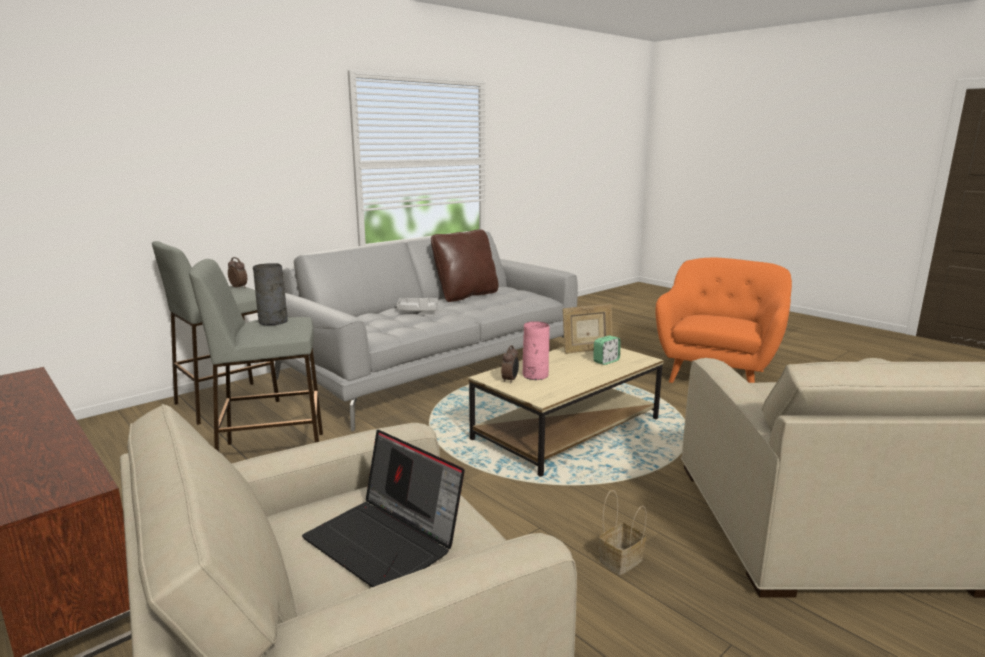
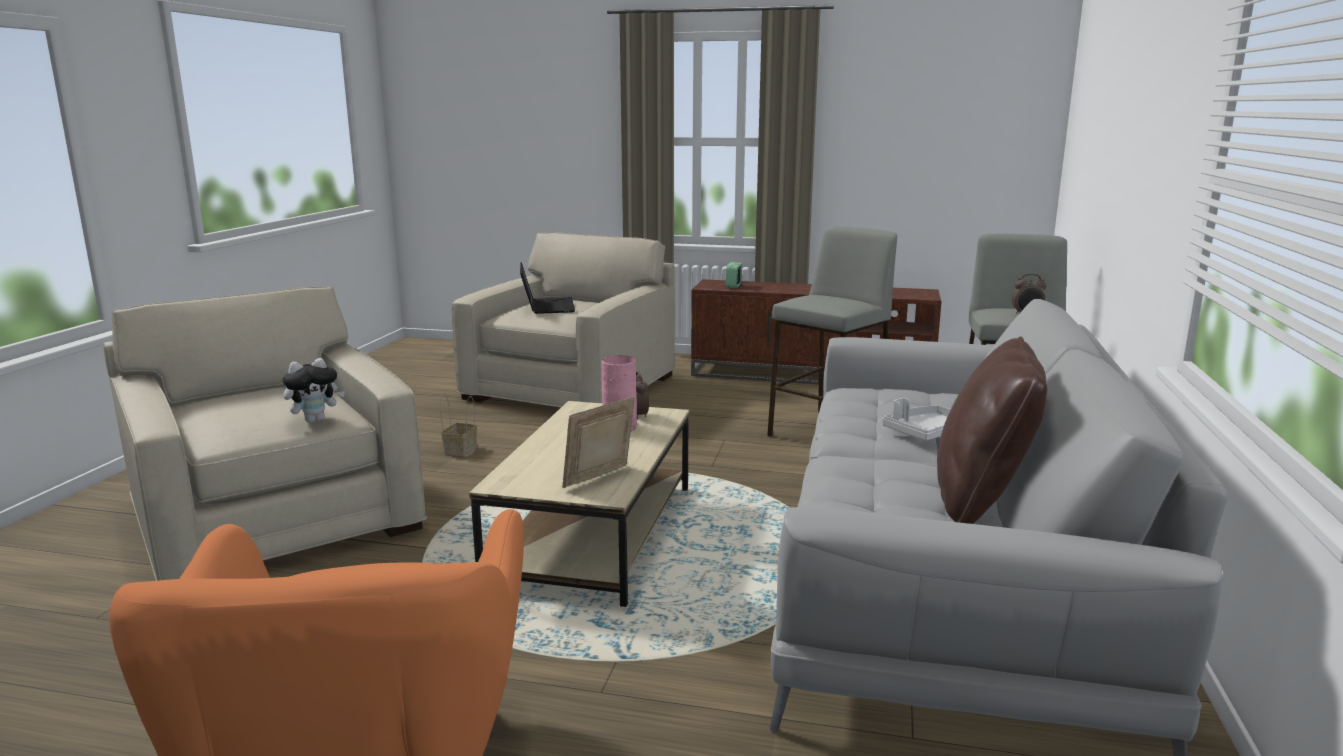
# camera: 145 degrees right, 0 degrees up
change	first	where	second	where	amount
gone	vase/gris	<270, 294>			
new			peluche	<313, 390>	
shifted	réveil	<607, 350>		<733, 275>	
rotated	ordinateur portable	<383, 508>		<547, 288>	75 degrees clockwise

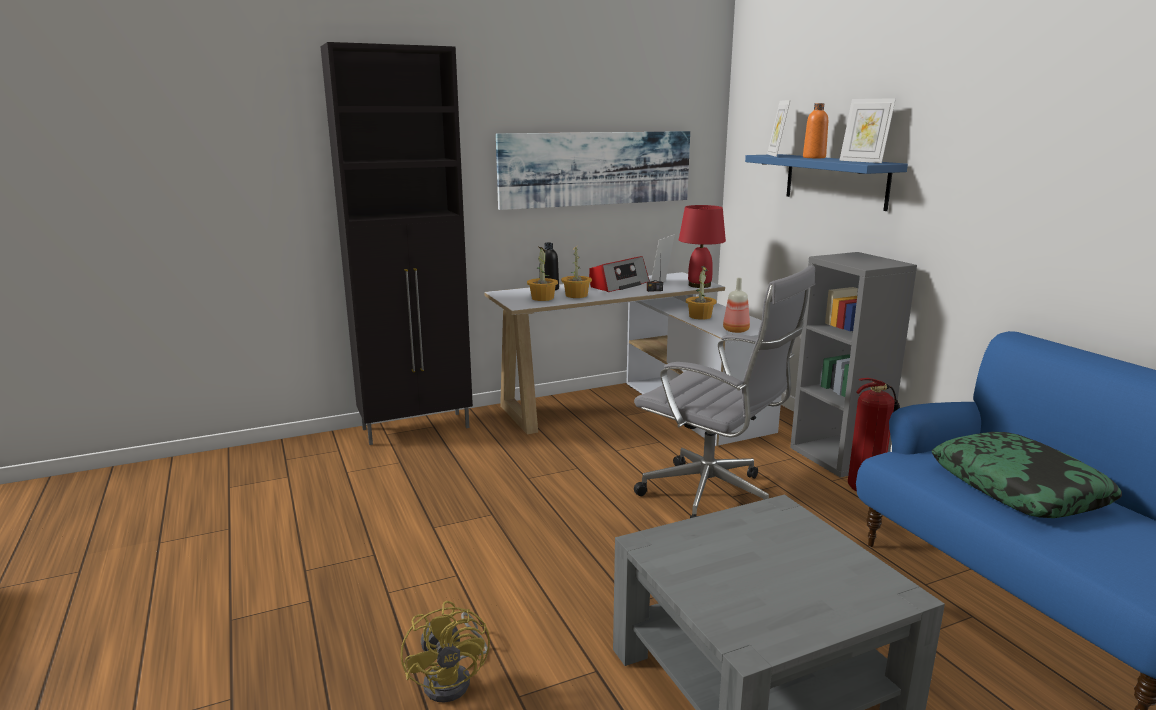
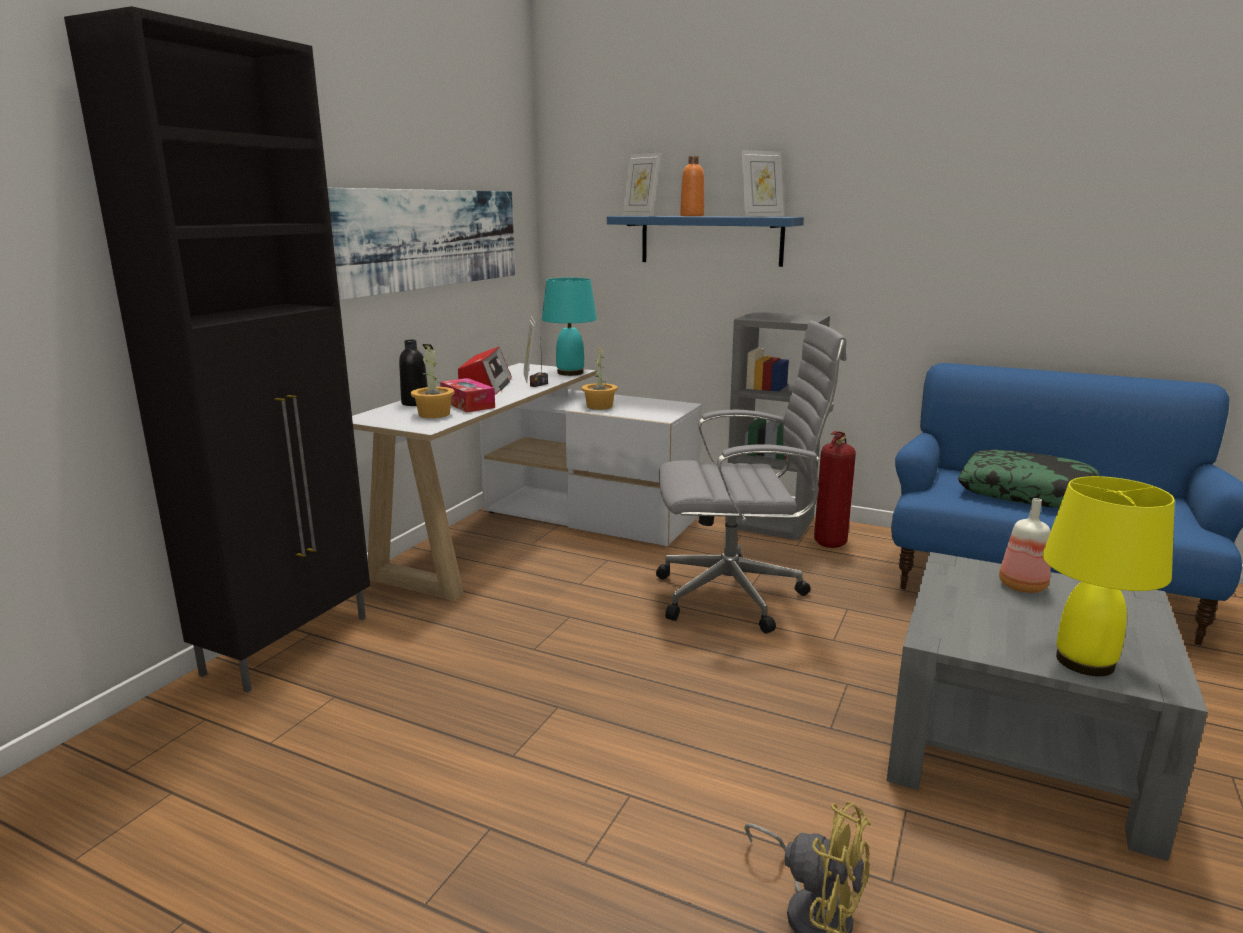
# camera: 40 degrees left, 0 degrees up
change	first	where	second	where	amount
new			lampe de table/jaune	<1108, 576>	
shifted	bouteille	<736, 305>		<1025, 545>	
swapped	plante en pot	<576, 271>	boîte à mouchoirs	<467, 395>	
repainted	lampe de table/rouge	<702, 246>	lampe de table/turquoise	<569, 327>	
rotated	cadre photo	<867, 130>		<762, 183>	45 degrees counterclockwise

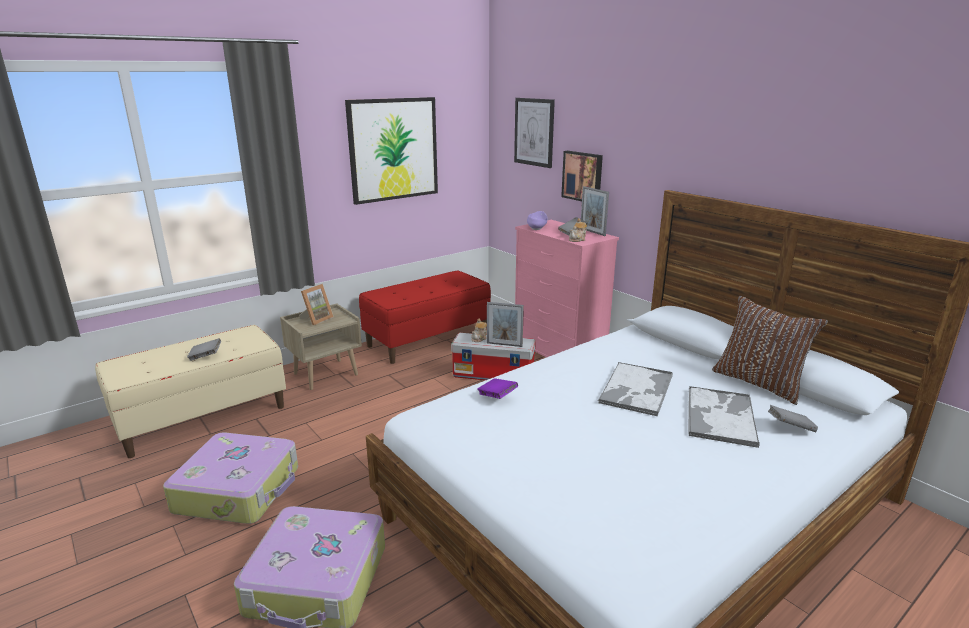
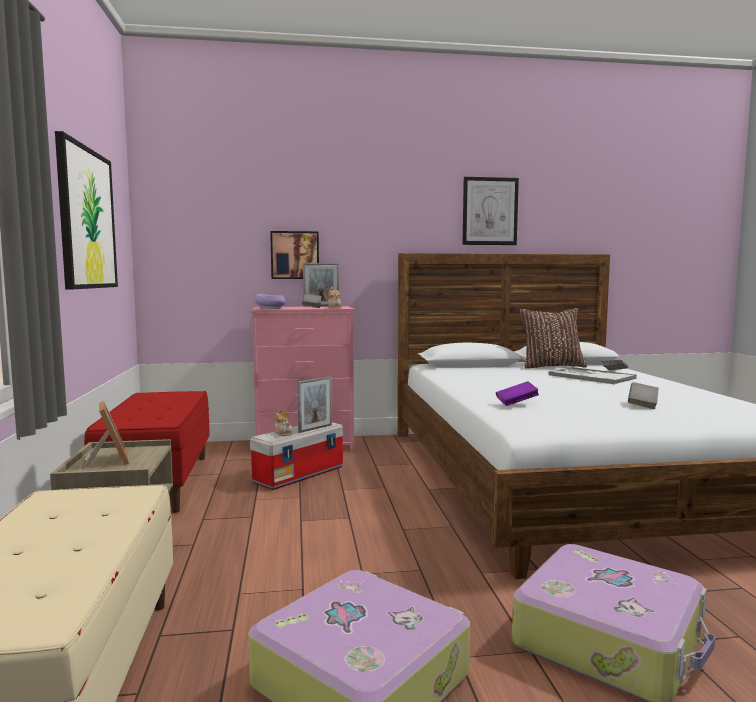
# camera: 60 degrees left, 15 degrees down
change	first	where	second	where	amount
gone	plateau	<635, 389>			
shifted	livre/gris	<204, 349>		<643, 395>	
shifted	tableau	<534, 133>		<491, 211>	

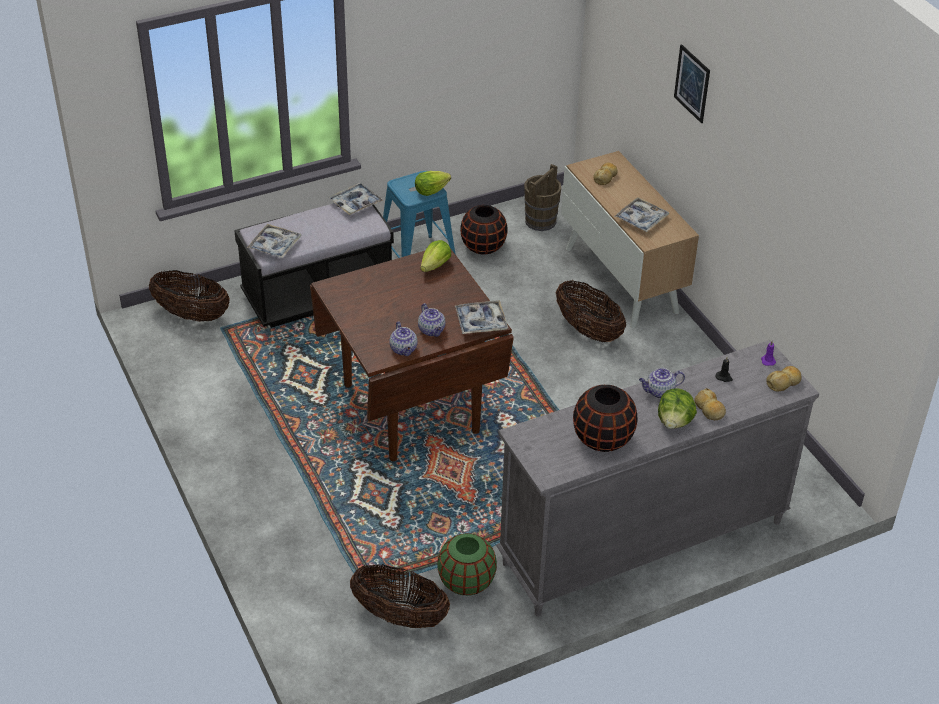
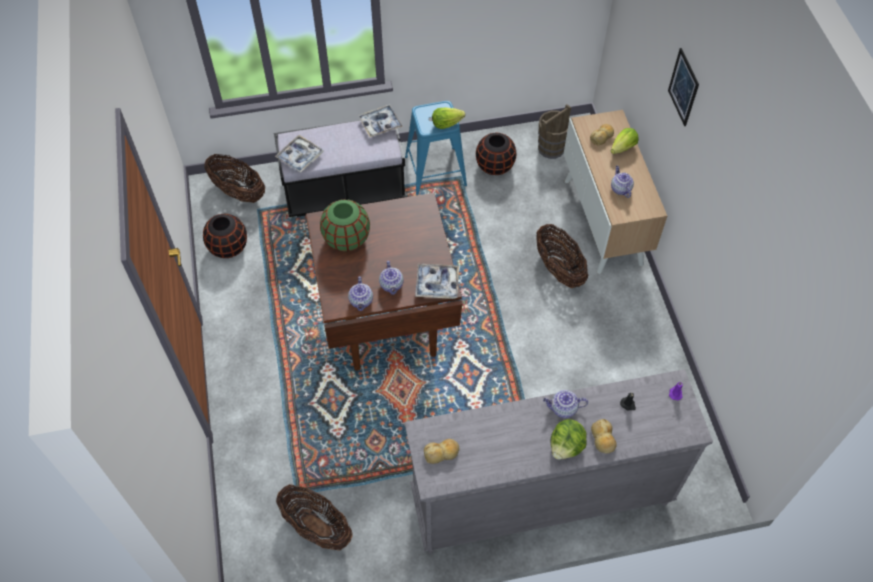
# camera: 15 degrees right, 15 degrees up
change	first	where	second	where	amount
shifted	laitue	<436, 256>		<625, 141>	
shifted	vase/vert	<467, 564>		<345, 225>	
shifted	vase/noir	<605, 418>		<225, 236>	
shifted	pain	<783, 378>		<442, 451>	
swapped	plateau	<641, 214>	théière	<622, 182>	

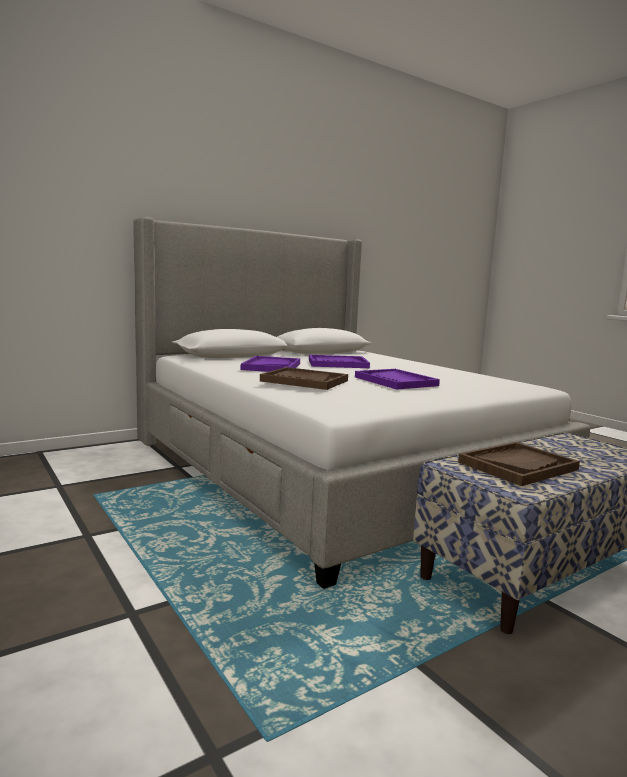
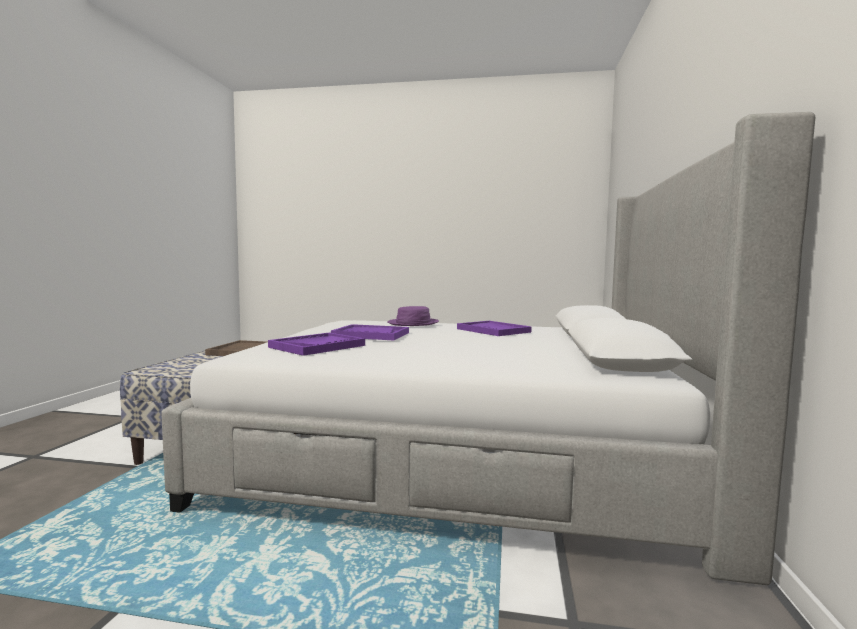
# camera: 135 degrees right, 5 degrees down
change	first	where	second	where	amount
shifted	plateau/violet	<339, 361>		<316, 344>	
swapped	plateau/marron	<304, 378>	chapeau/violet	<413, 316>	

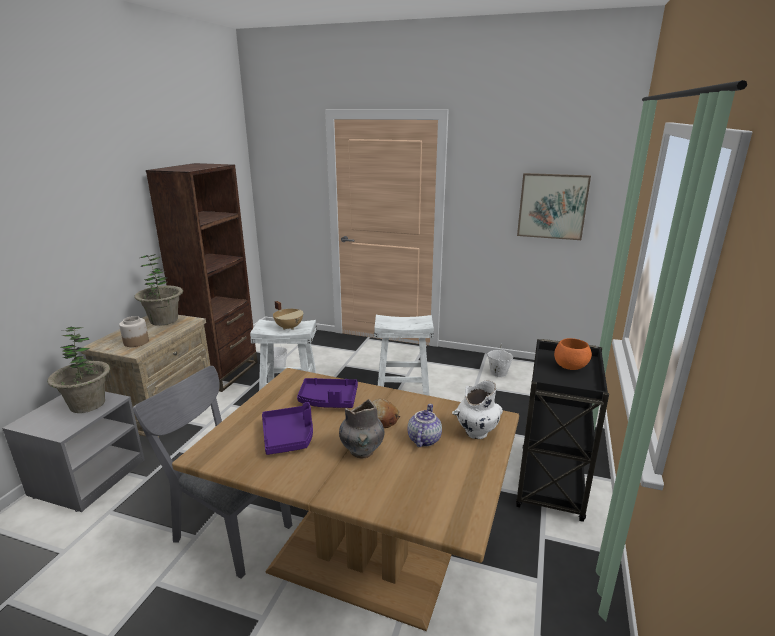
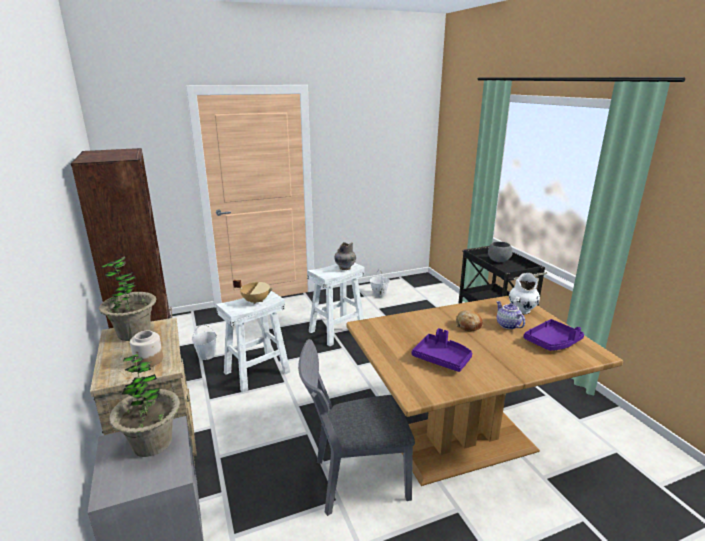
# camera: 40 degrees left, 0 degrees up
change	first	where	second	where	amount
gone	tableau	<554, 206>			
shifted	plateau/violet	<327, 393>		<553, 335>	
shifted	vase/gris	<362, 429>		<345, 256>	
repainted	bol/orange	<573, 354>	bol/gris	<500, 252>	

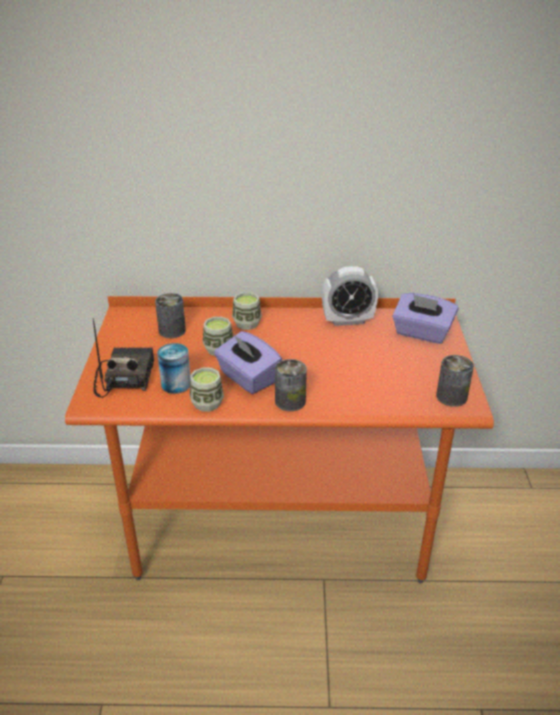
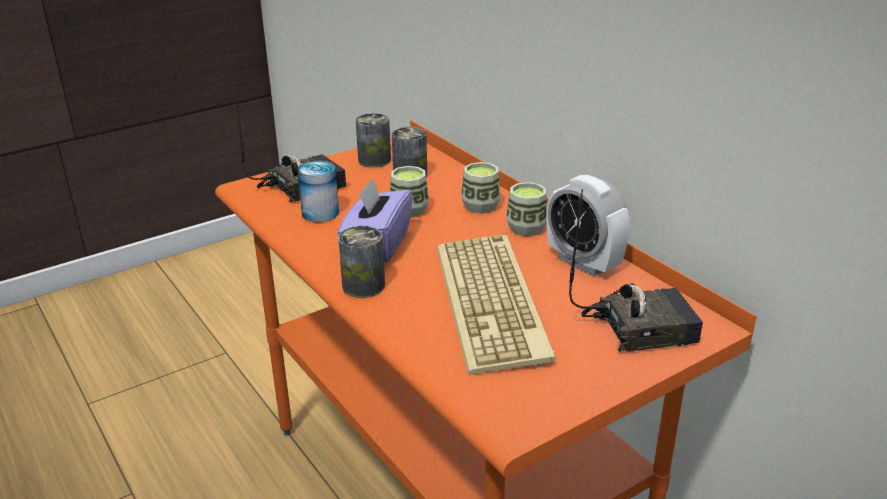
# camera: 55 degrees right, 5 degrees down
change	first	where	second	where	amount
new			clavier	<496, 305>	
shifted	tasse	<207, 389>		<526, 209>	
shifted	boîte métallique	<455, 381>		<373, 140>	
swapped	boîte à mouchoirs/violet	<425, 318>	radio	<636, 271>	

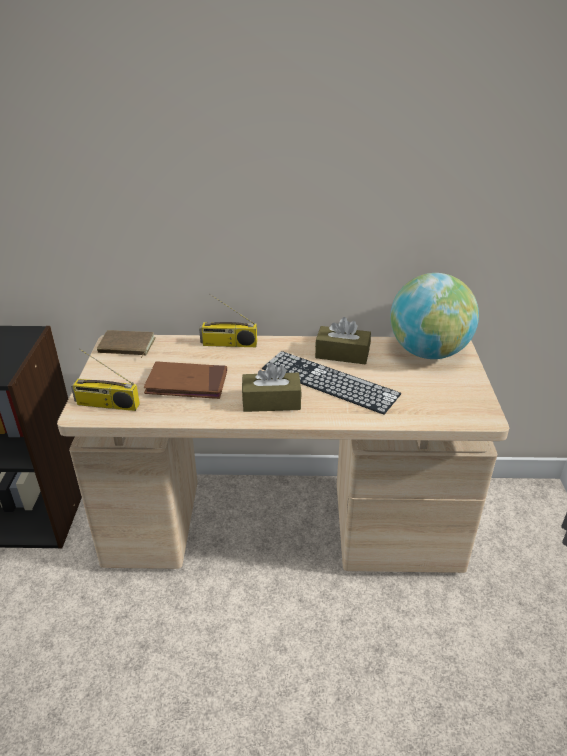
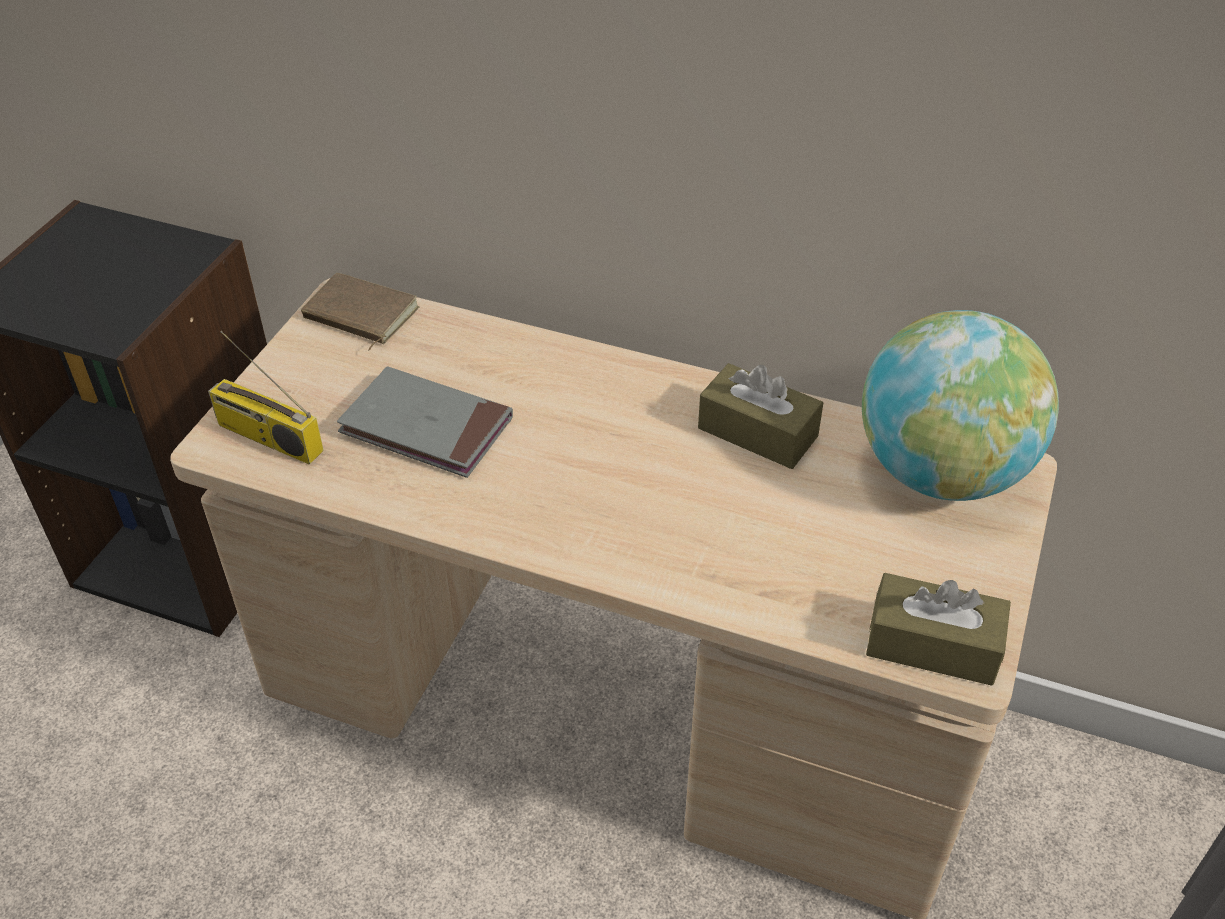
# camera: 20 degrees right, 10 degrees up
change	first	where	second	where	amount
gone	radio	<228, 320>			
gone	clavier	<331, 382>			
shifted	boîte à mouchoirs/marron	<272, 387>		<938, 629>	
repainted	livre/marron	<185, 380>	livre/gris	<425, 422>	

